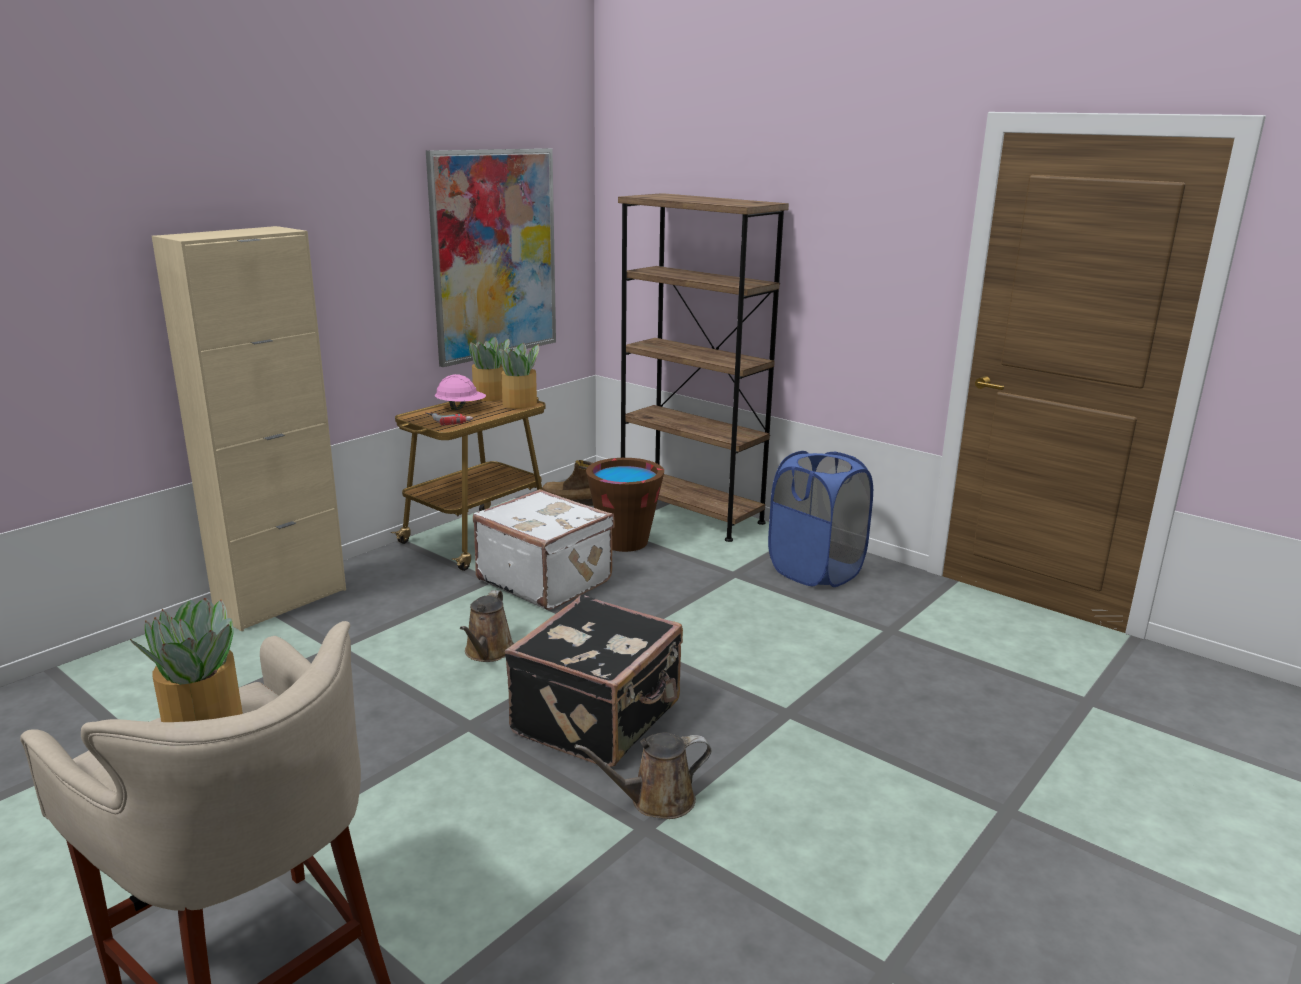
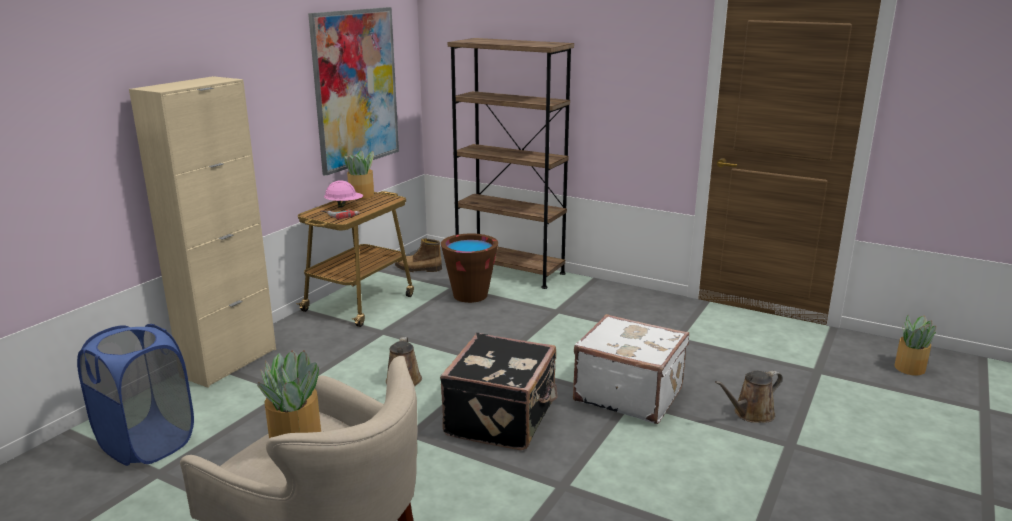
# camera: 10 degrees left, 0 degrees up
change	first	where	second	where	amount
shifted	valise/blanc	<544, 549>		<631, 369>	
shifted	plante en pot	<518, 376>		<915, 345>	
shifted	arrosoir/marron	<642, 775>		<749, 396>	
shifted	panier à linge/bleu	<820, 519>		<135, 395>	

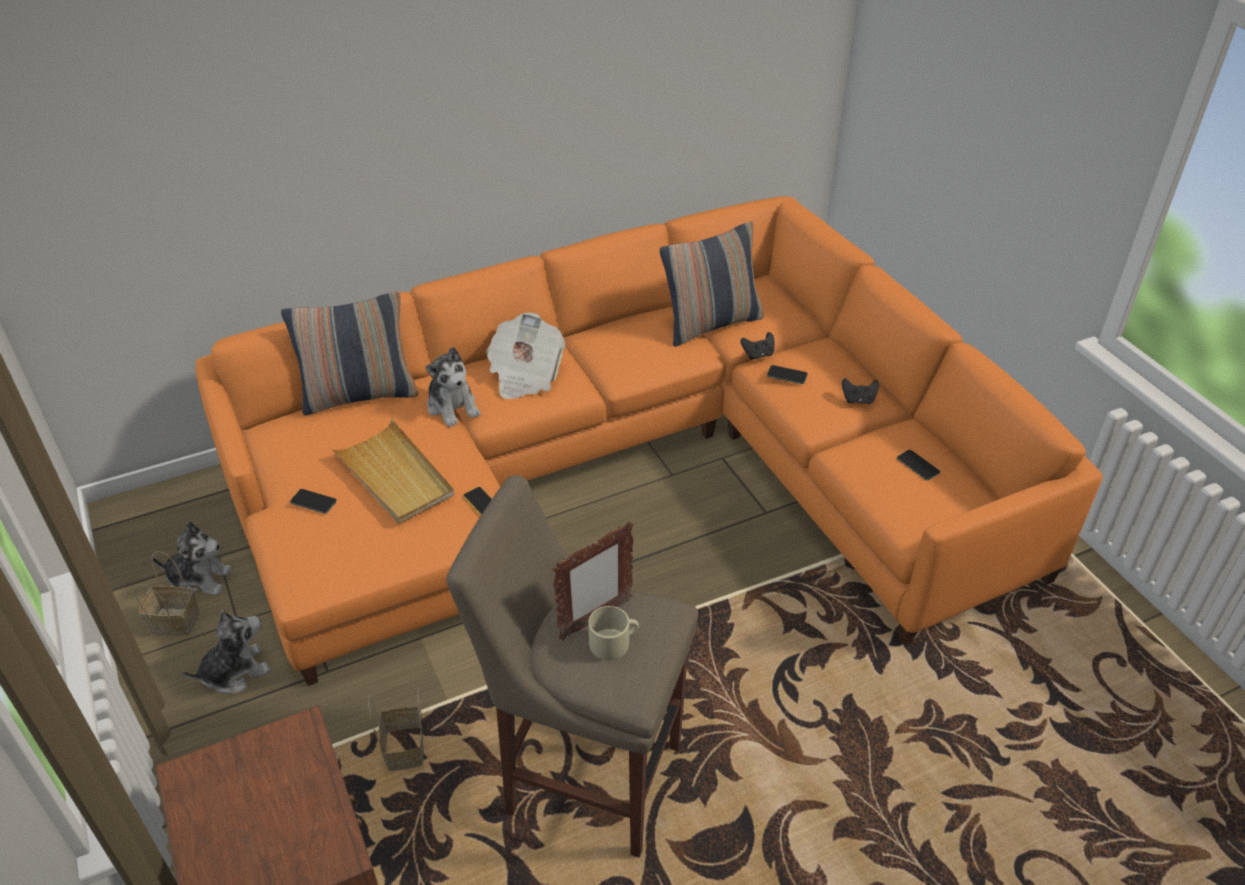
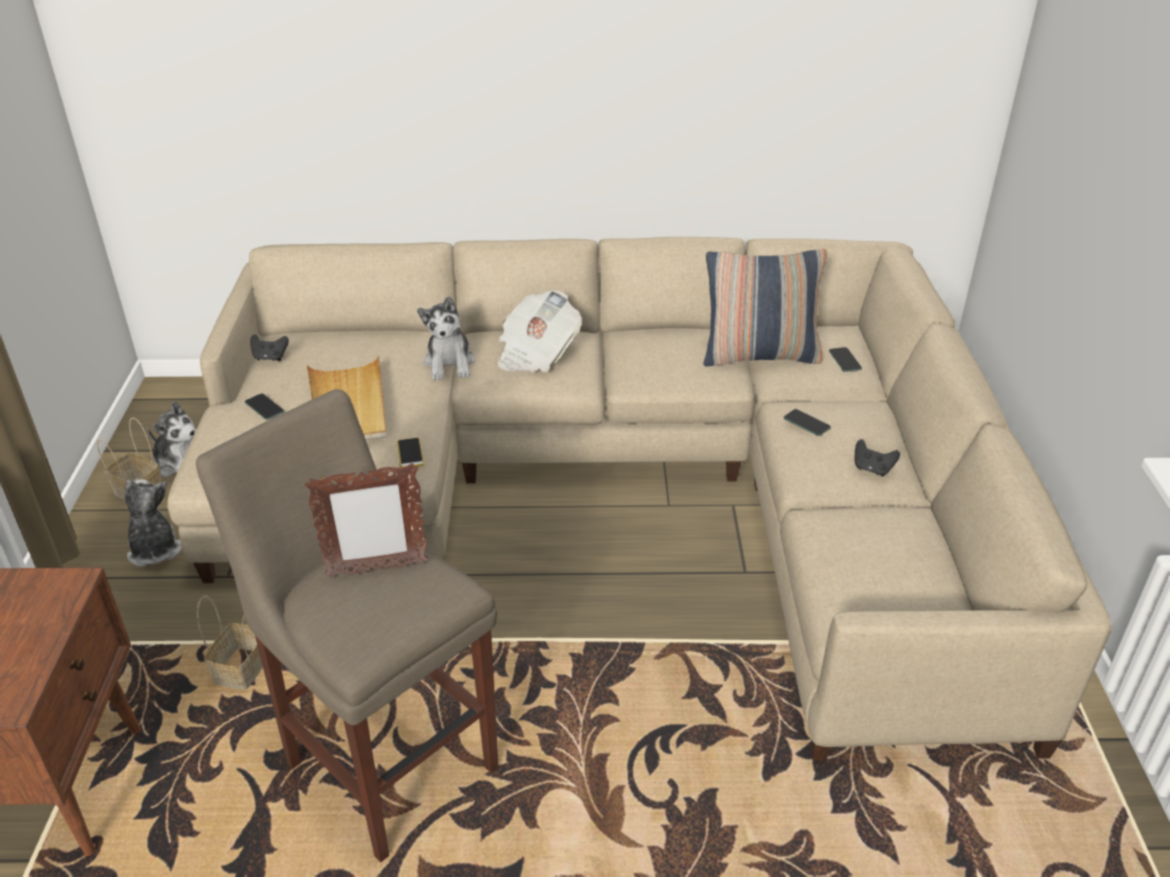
# camera: 25 degrees right, 5 degrees down
change	first	where	second	where	amount
gone	coussin	<349, 353>			
gone	mug/beige	<613, 633>			
shifted	manette/noir	<757, 346>		<269, 347>	
shifted	téléphone	<918, 465>		<845, 359>	
repainted	canapé/orange	<649, 441>	canapé/beige	<639, 499>	
rotated	peluche	<226, 652>		<153, 523>	105 degrees counterclockwise

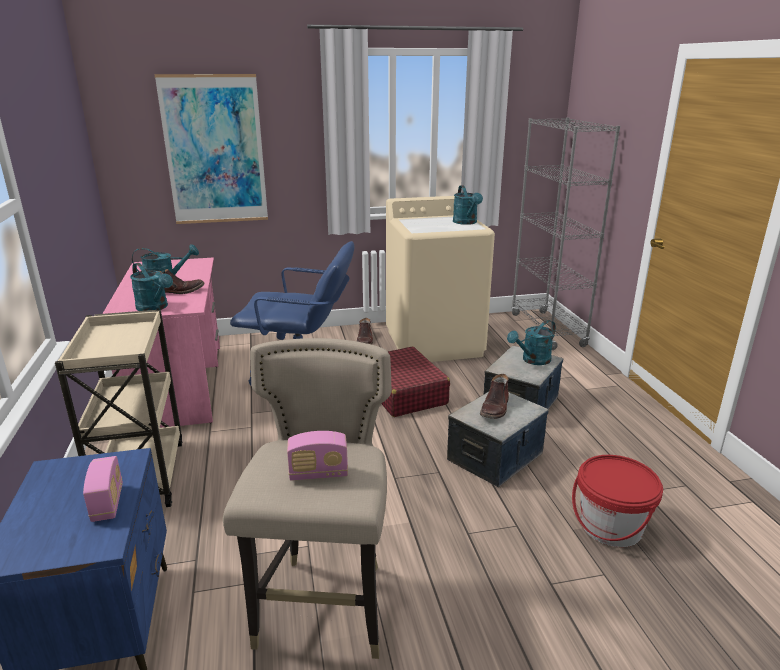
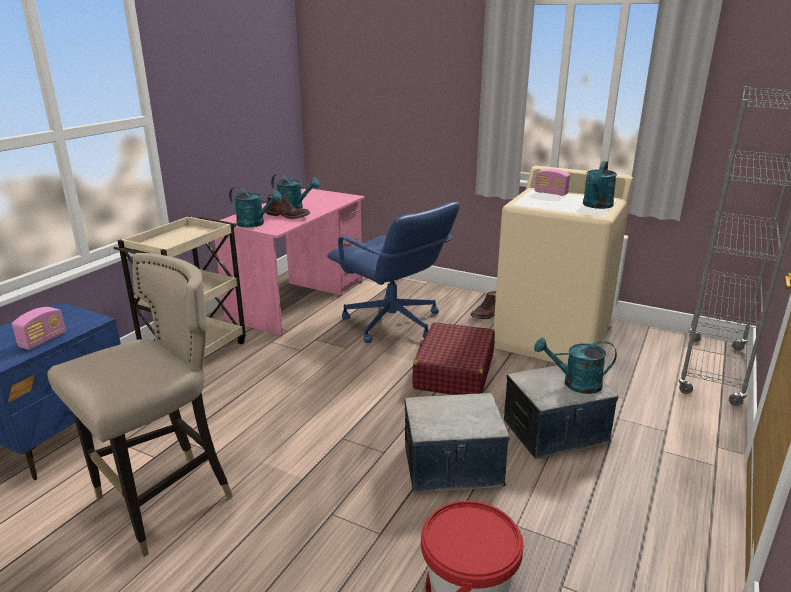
# camera: 40 degrees right, 0 degrees up
change	first	where	second	where	amount
gone	tableau	<211, 149>			
gone	botte/marron	<494, 396>			
shifted	radio	<317, 456>		<552, 182>	
rotated	arrosoir/turquoise	<151, 287>		<255, 206>	60 degrees counterclockwise

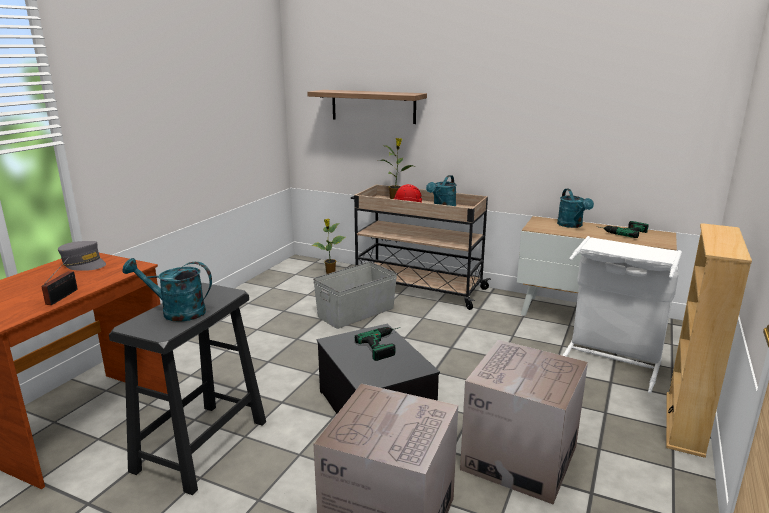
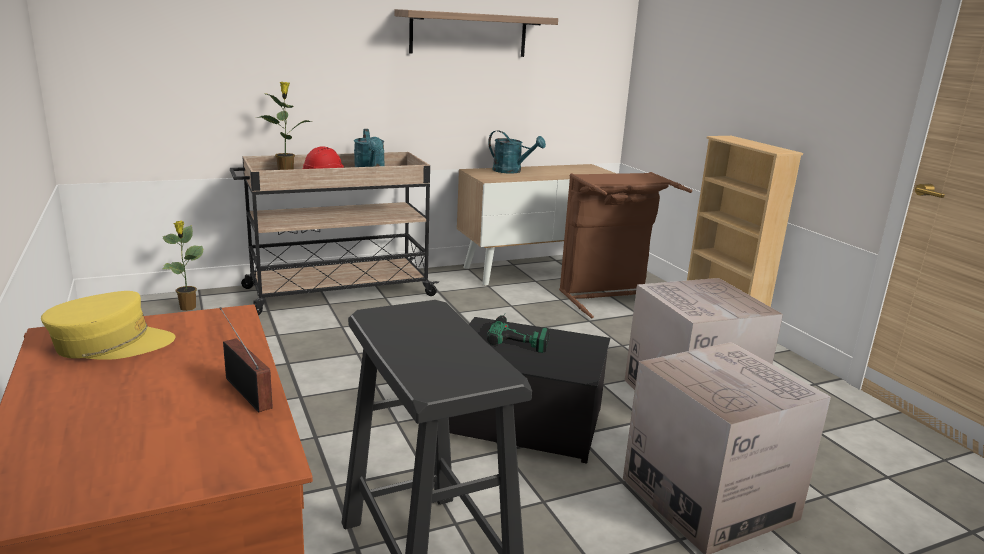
# camera: 50 degrees left, 0 degrees up
change	first	where	second	where	amount
gone	arrosoir/turquoise	<167, 290>			
gone	boîte de rangement/gris	<355, 295>			
gone	perceuse	<622, 229>			
shifted	étagère	<367, 107>		<476, 33>	
repainted	casquette/gris	<82, 256>	casquette/jaune	<108, 325>	
repainted	panier à linge/blanc	<622, 315>	panier à linge/marron	<625, 245>	

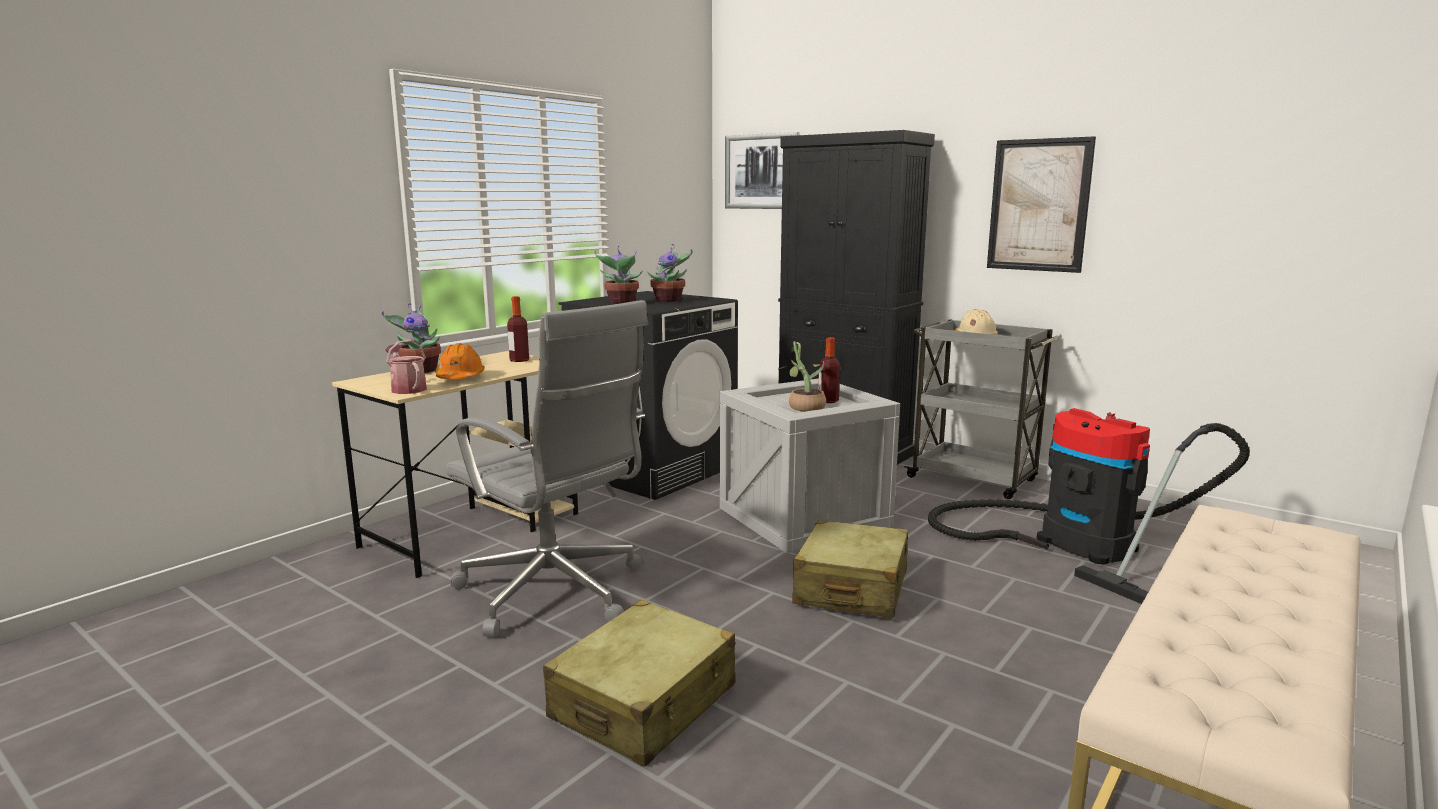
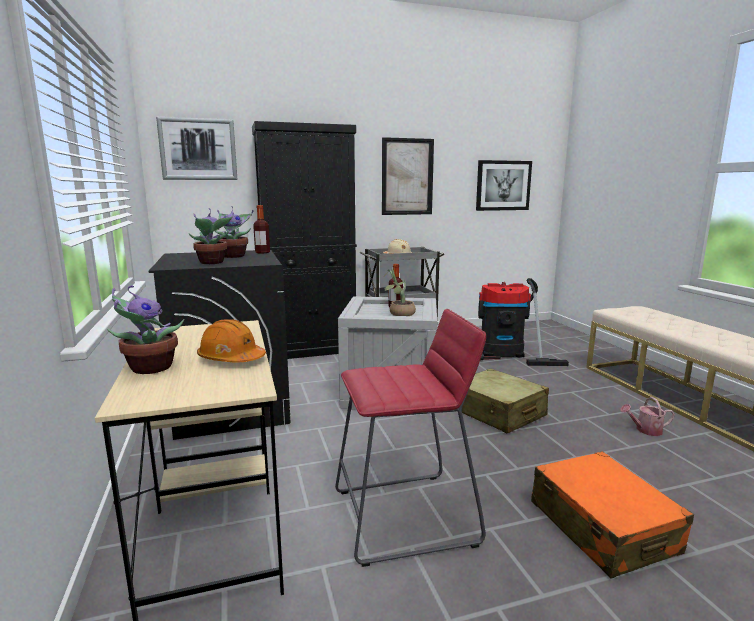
# camera: 55 degrees left, 0 degrees up
change	first	where	second	where	amount
new			tableau	<504, 185>	
shifted	arrosoir	<406, 367>		<647, 416>	
shifted	bouteille	<518, 329>		<261, 229>	
swapped	chaise de bureau/gris	<546, 468>	tabouret/rouge	<410, 438>	
repainted	valise/beige	<639, 683>	valise/orange	<612, 515>	

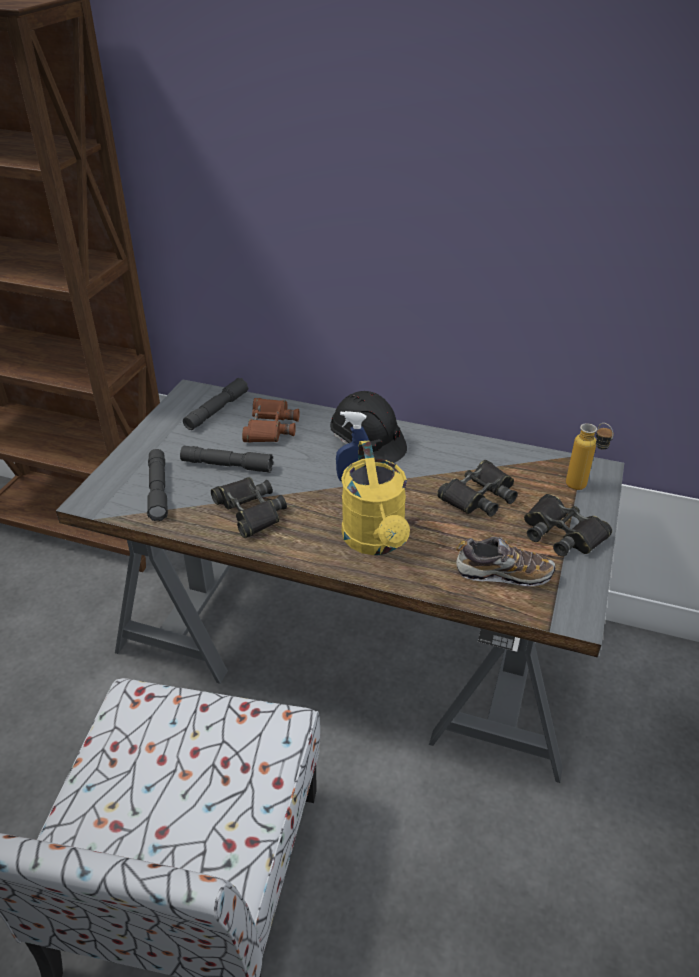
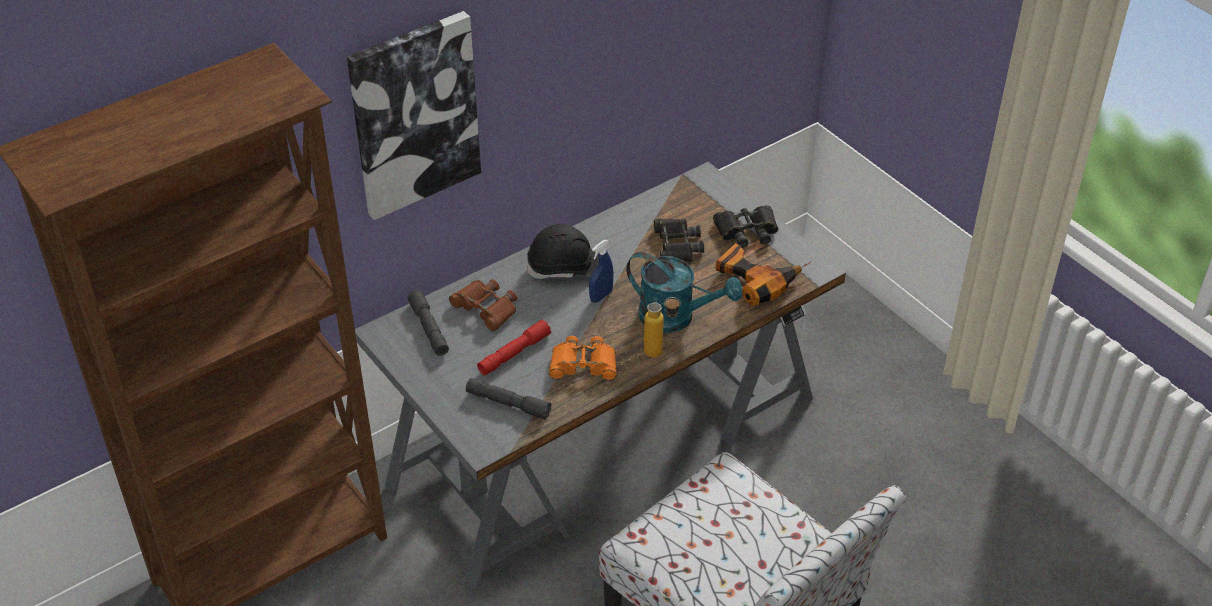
# camera: 55 degrees left, 5 degrees up
change	first	where	second	where	amount
new			tableau	<414, 115>	
shifted	bouteille	<590, 456>		<662, 327>	
swapped	chaussure	<506, 561>	perceuse	<763, 274>	
repainted	lampe de poche/gris	<226, 459>	lampe de poche/rouge	<514, 347>	
repainted	jumelles/noir	<249, 507>	jumelles/orange	<583, 358>	
repainted	arrosoir/jaune	<375, 497>	arrosoir/turquoise	<684, 292>	

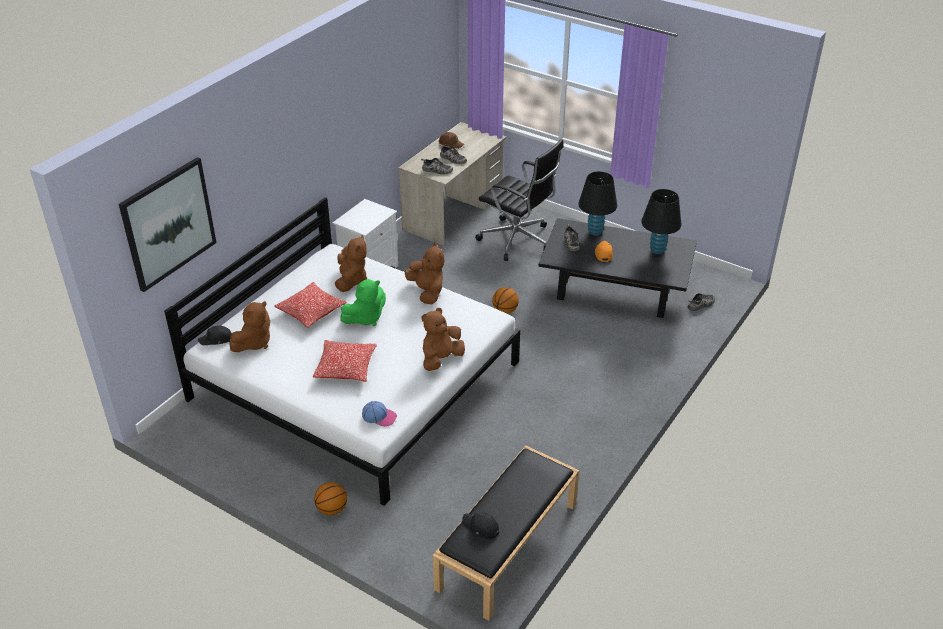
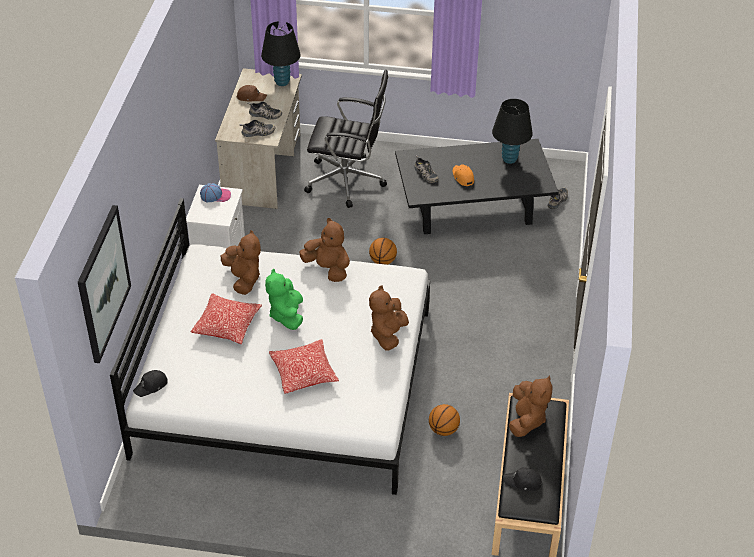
# camera: 25 degrees left, 5 degrees up
change	first	where	second	where	amount
shifted	peluche/marron	<249, 326>		<531, 406>	
shifted	ballon de basket	<330, 498>		<444, 420>	
shifted	casquette	<379, 414>		<215, 192>	
shifted	lampe de table/noir	<597, 203>		<281, 53>	
rotated	peluche/vert	<363, 302>		<284, 299>	150 degrees clockwise

